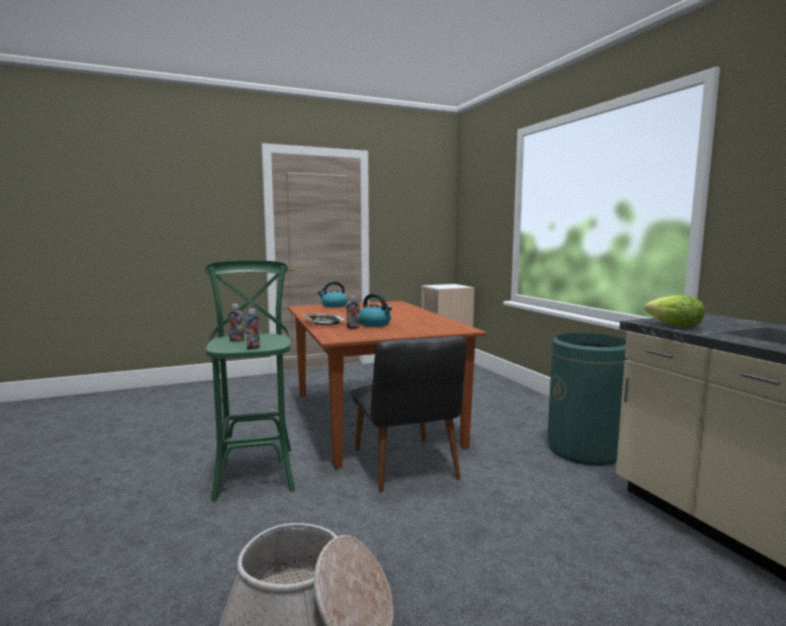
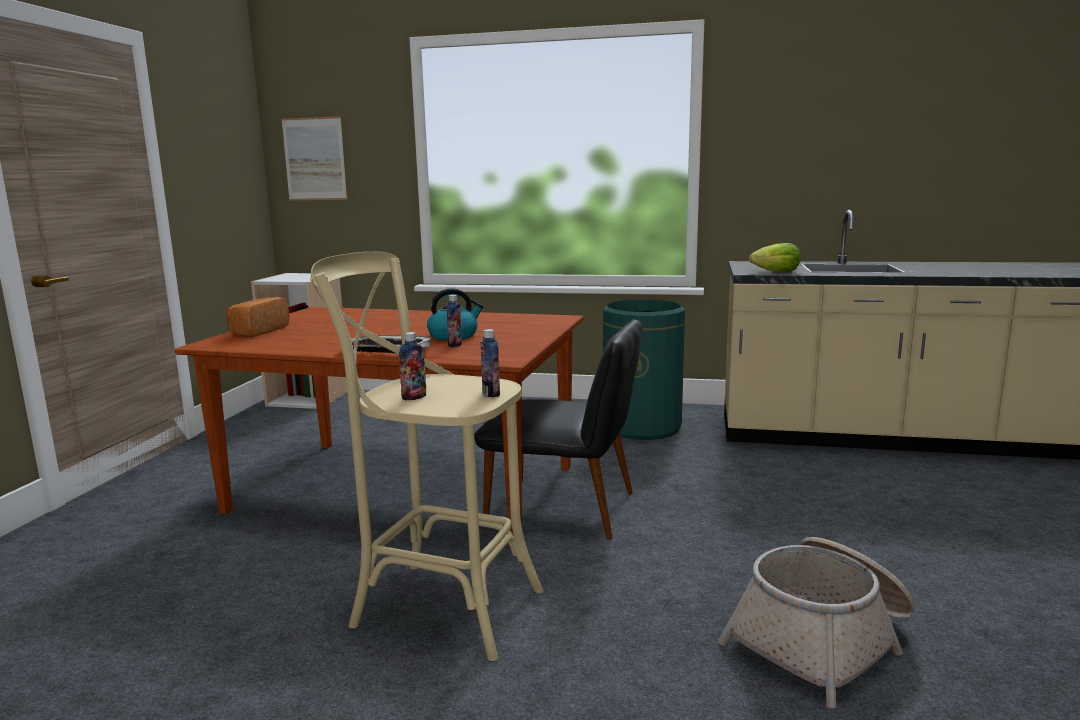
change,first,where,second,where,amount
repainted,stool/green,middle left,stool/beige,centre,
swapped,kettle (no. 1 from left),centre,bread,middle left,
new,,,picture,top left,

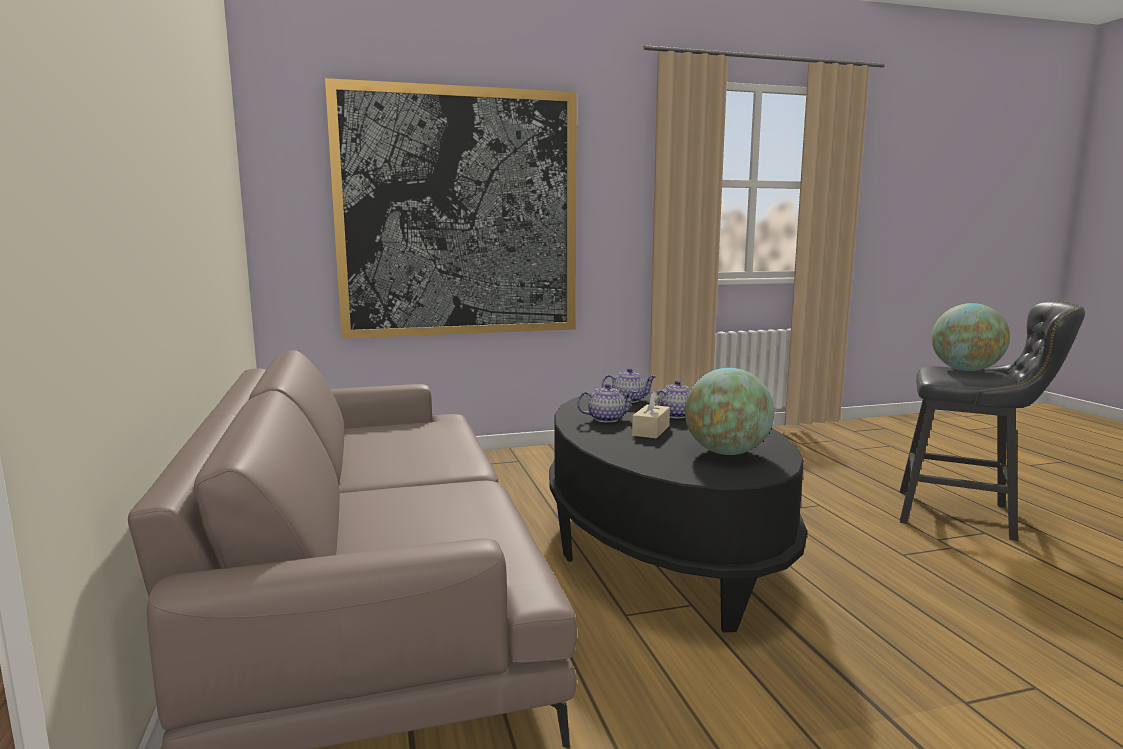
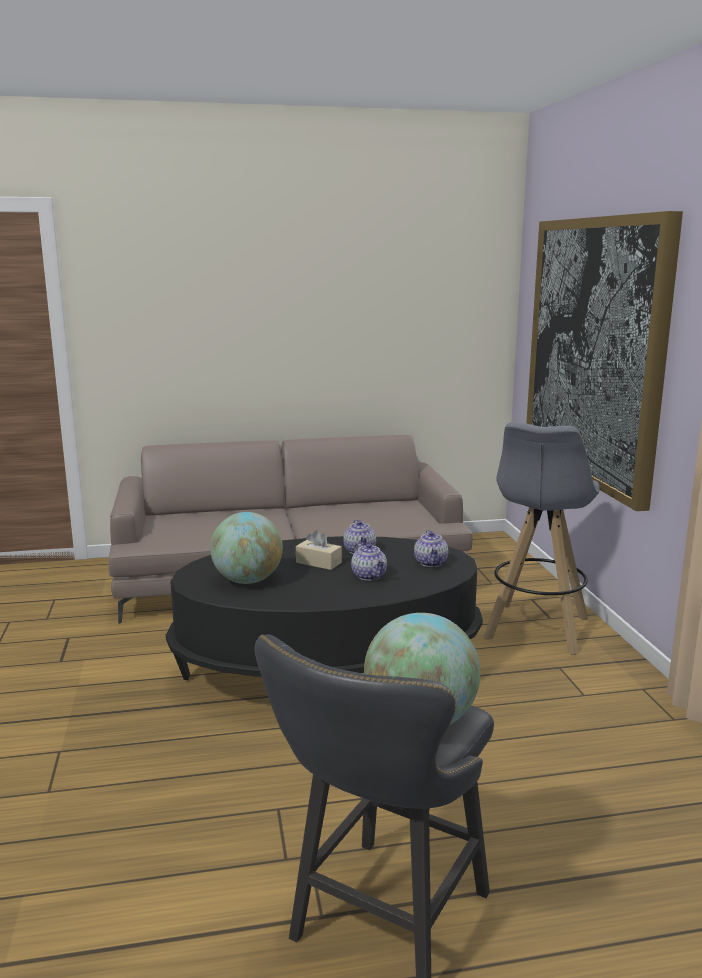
change,first,where,second,where,amount
new,,,stool/grey (no. 2 from left),middle right,

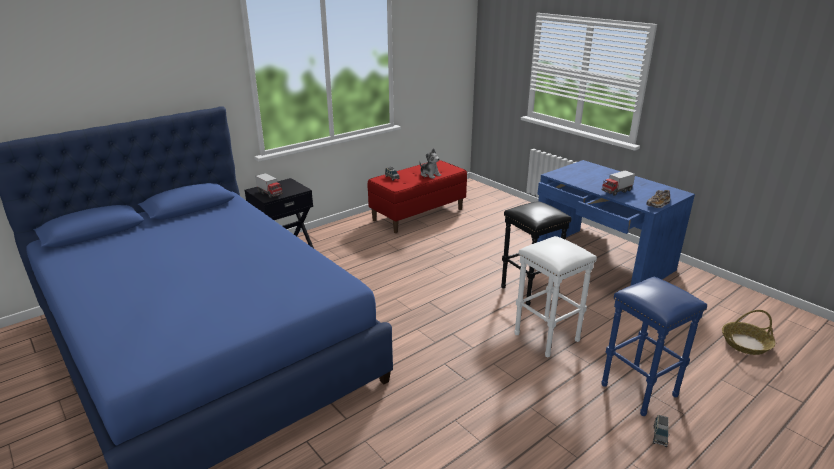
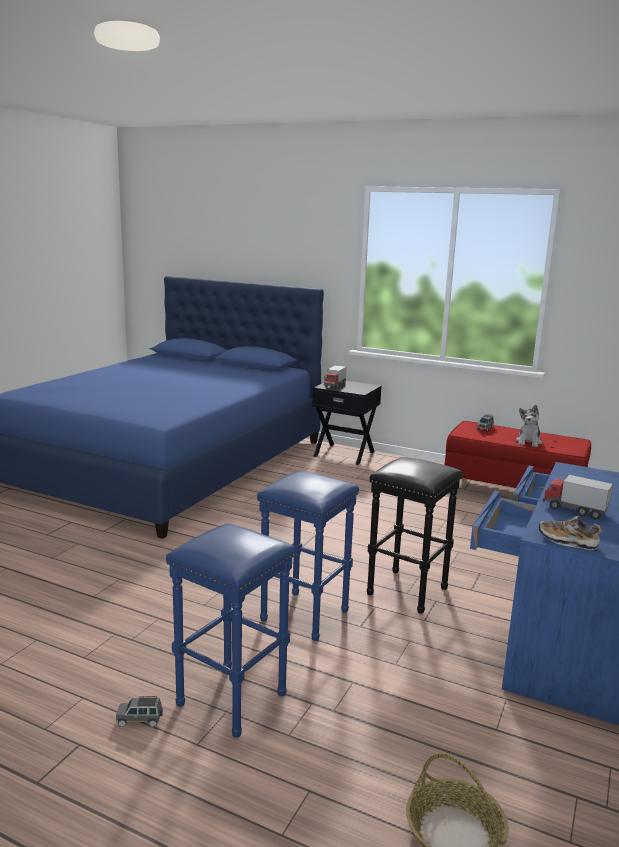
change,first,where,second,where,amount
repainted,stool/white,centre,stool/blue (no. 2 from left),centre,

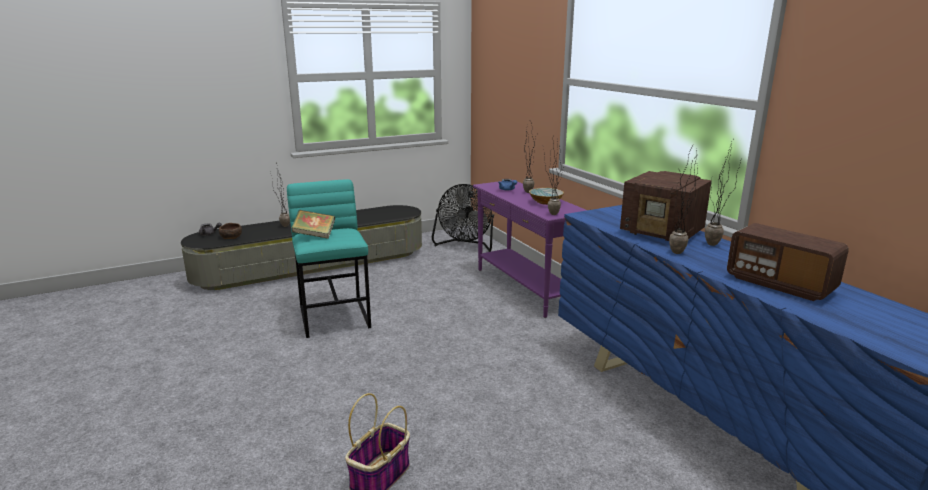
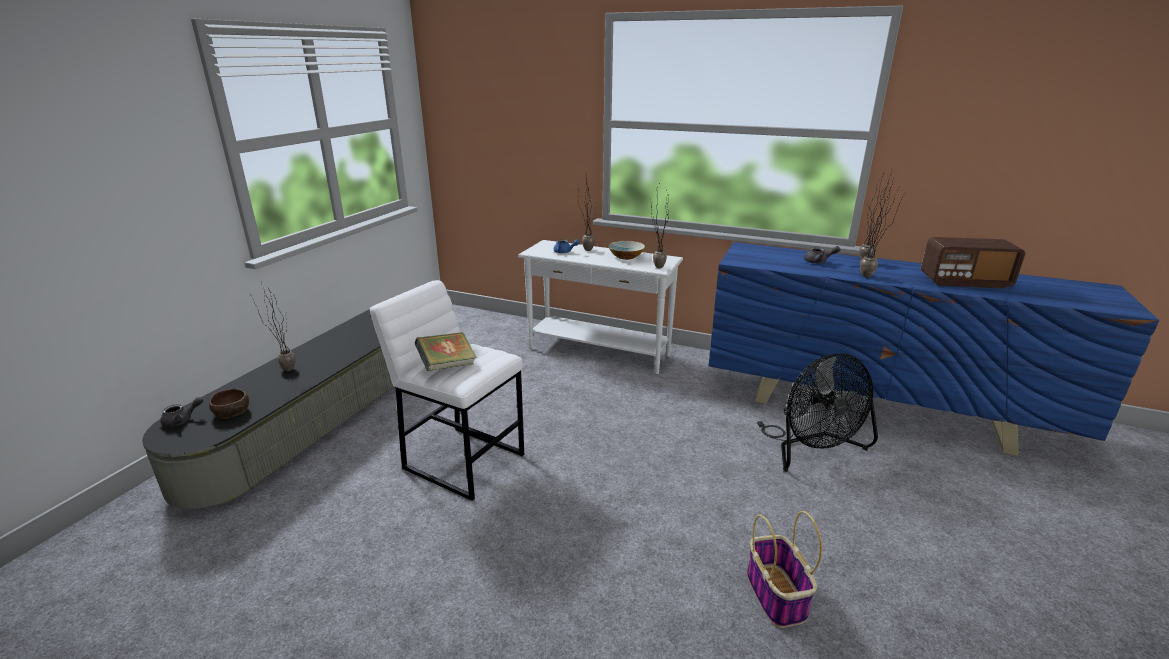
change,first,where,second,where,amount
swapped,radio (no. 1 from left),middle right,teapot/grey (no. 2 from left),middle right,
repainted,stool/turquoise,centre,stool/white,centre,
repainted,console table/purple,centre,console table/white,centre,
shifted,fan/black,centre,,middle right,

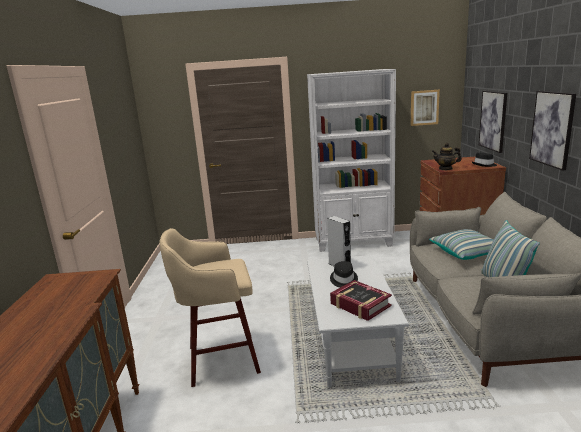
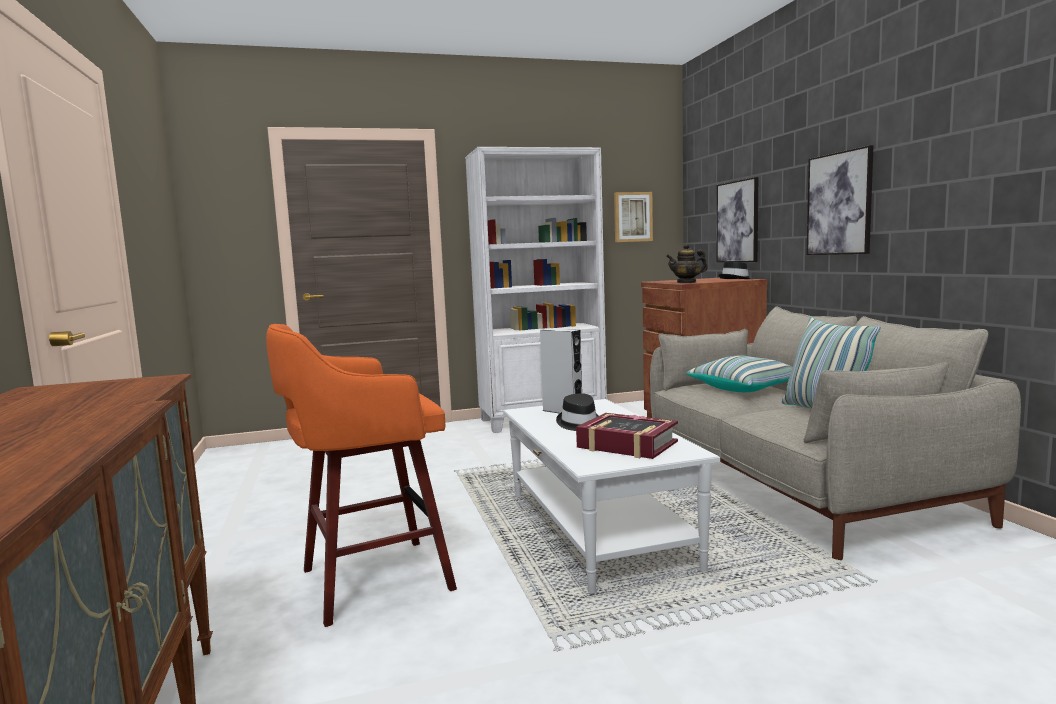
change,first,where,second,where,amount
repainted,stool/beige,bottom centre,stool/orange,bottom centre,

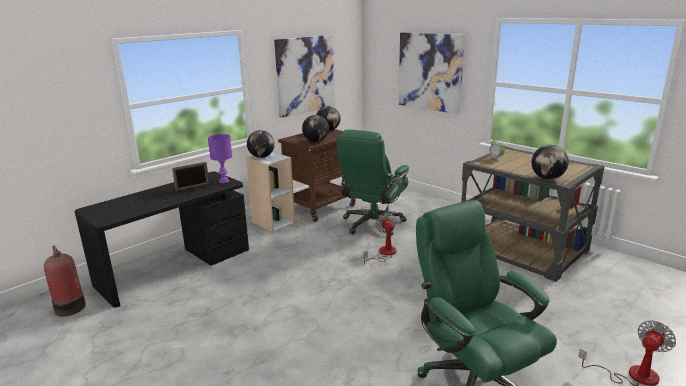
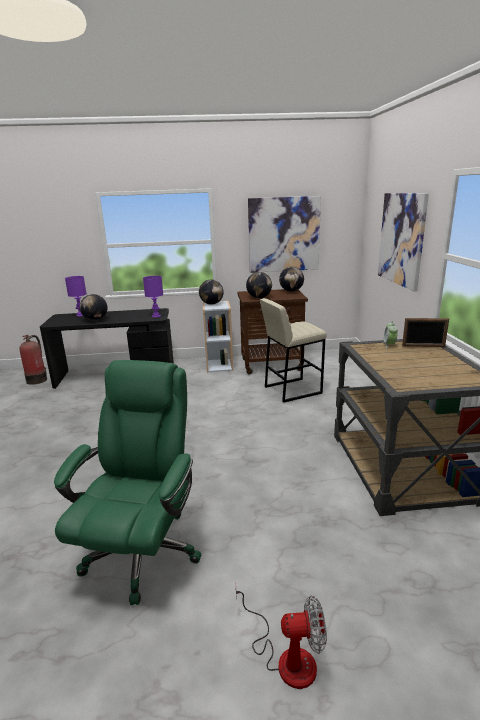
change,first,where,second,where,amount
swapped,office chair/green (no. 1 from left),centre,stool/beige,centre,
shifted,globe (no. 4 from left in the first image),middle right,globe (no. 1 from left),middle left,
shifted,picture frame,middle left,,middle right,
gone,fan (no. 1 from left),centre,,,
new,,,table lamp/purple (no. 1 from left),middle left,

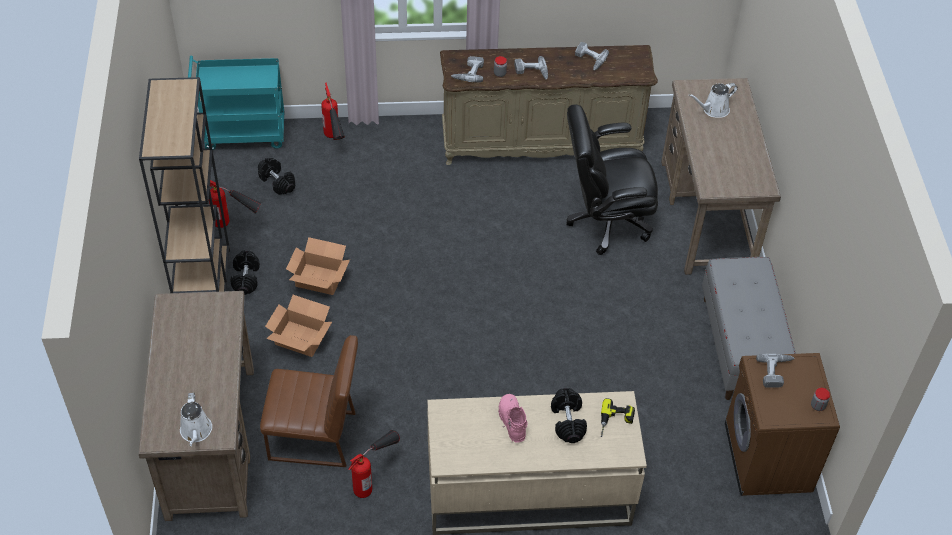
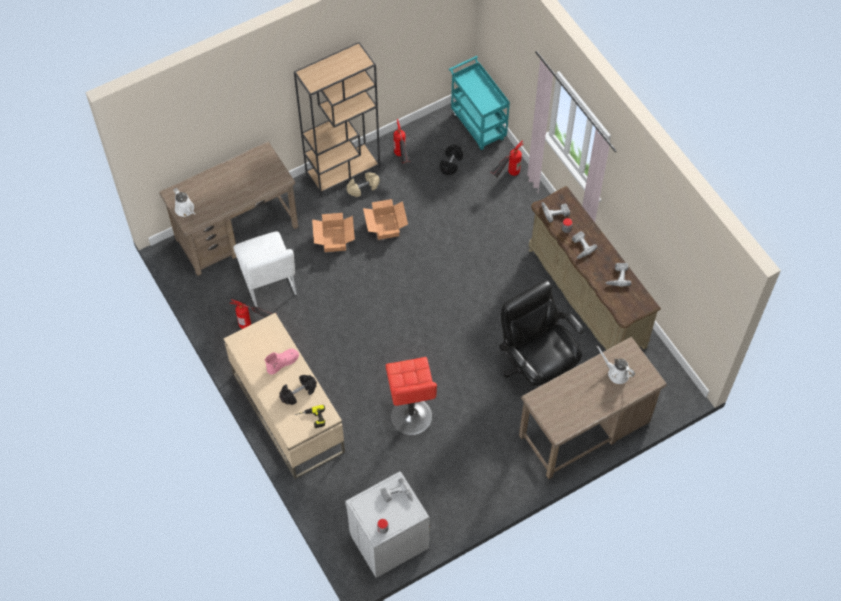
change,first,where,second,where,amount
repainted,dumbbell/black (no. 1 from left),middle left,dumbbell/beige,top centre,
gone,bench/grey,middle right,,,
repainted,chair/brown,bottom left,chair/white,middle left,
repainted,washing machine/brown,bottom right,washing machine/white,bottom centre,
rotated,watering can/white (no. 1 from left),bottom left,,middle left,90 degrees counterclockwise
new,,,stool/red,centre,

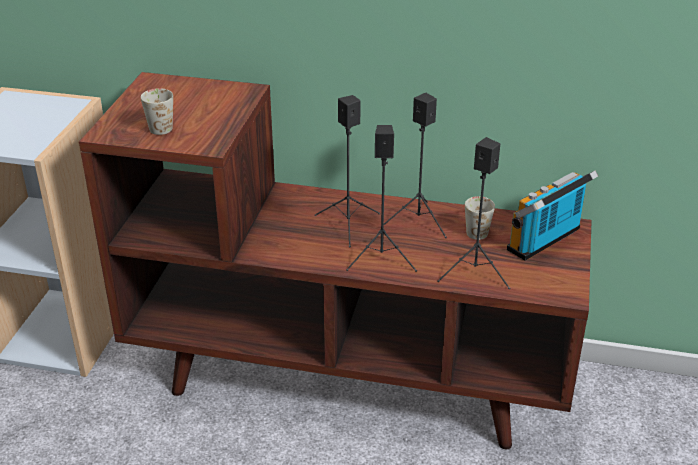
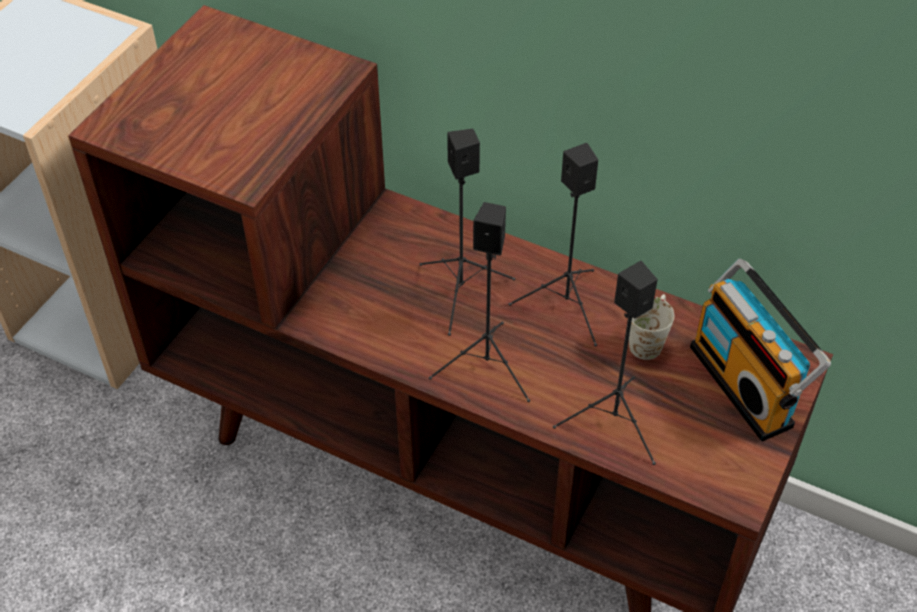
change,first,where,second,where,amount
gone,mug/white (no. 1 from left),top left,,,
rotated,radio,middle right,,middle right,90 degrees counterclockwise

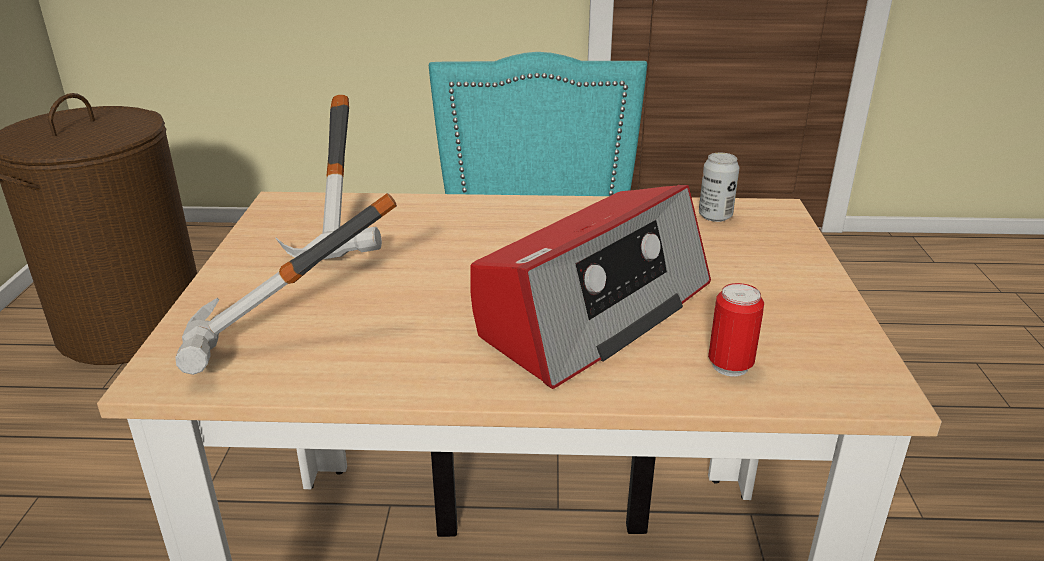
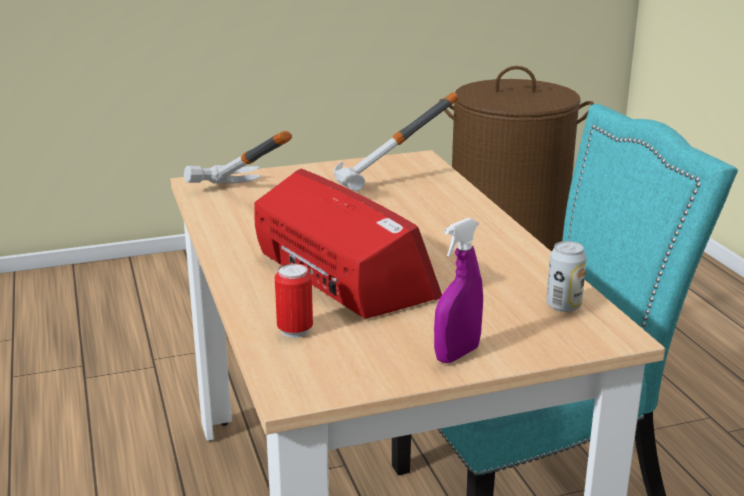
change,first,where,second,where,amount
rotated,radio,centre,,centre,150 degrees counterclockwise
new,,,spray bottle/purple,centre,

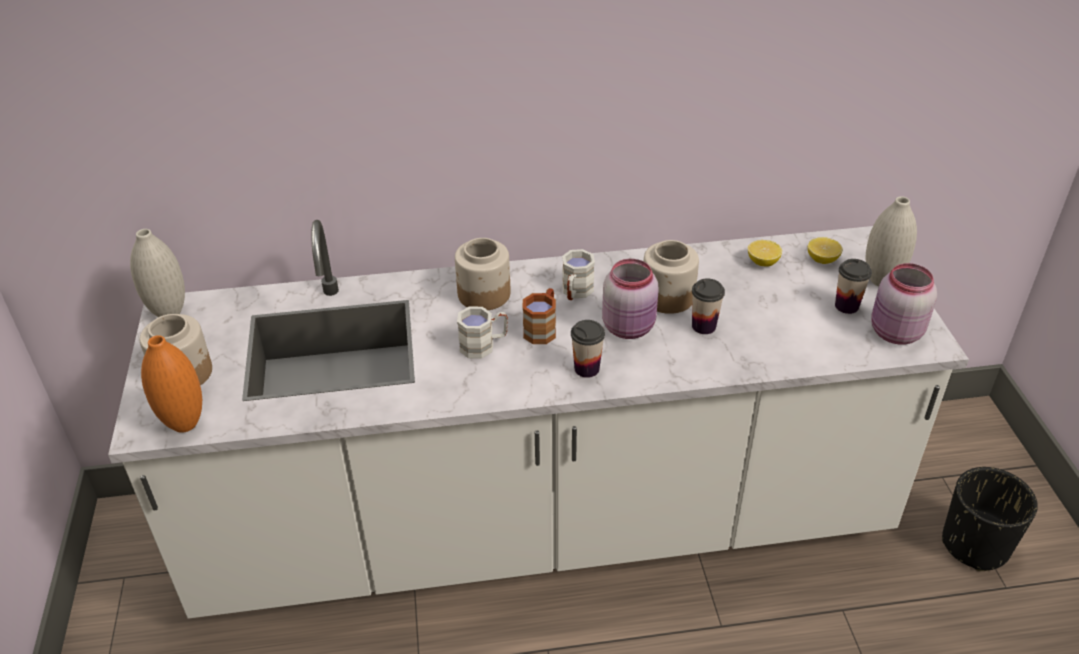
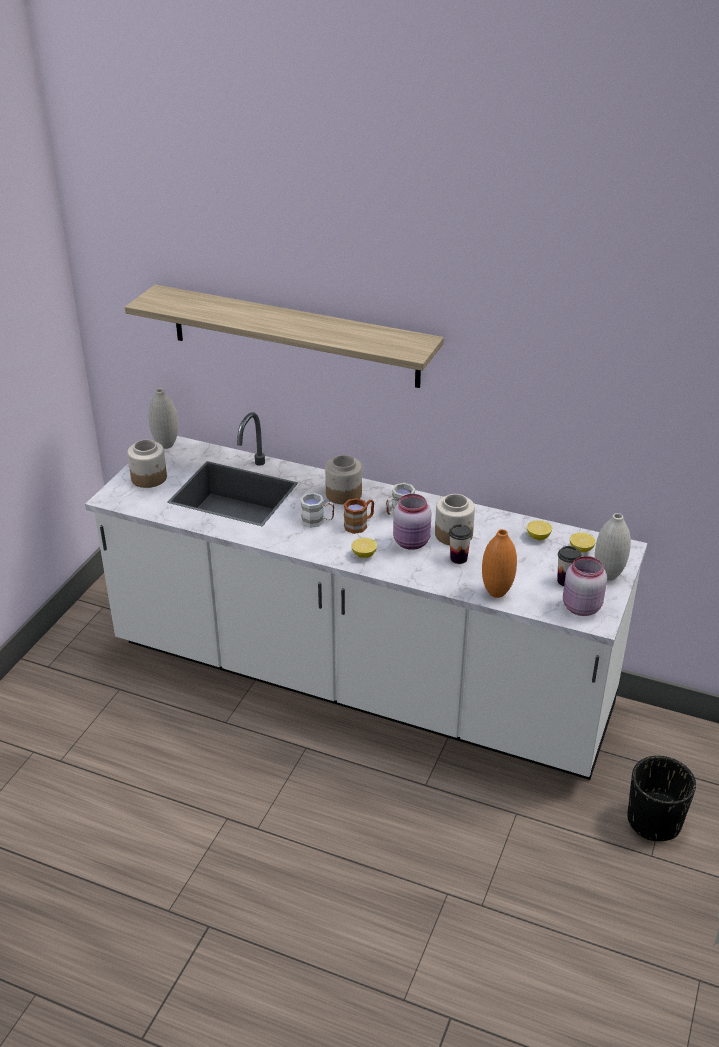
change,first,where,second,where,amount
swapped,cup (no. 1 from left),centre,lemon (no. 1 from left),centre,
shifted,vase/orange,middle left,,middle right,
new,,,shelf,top centre,

